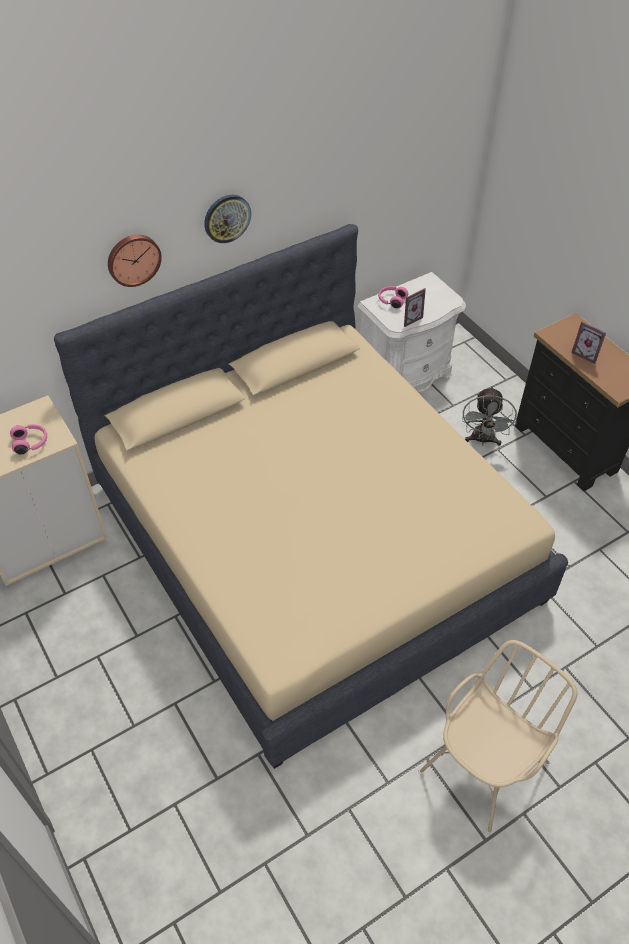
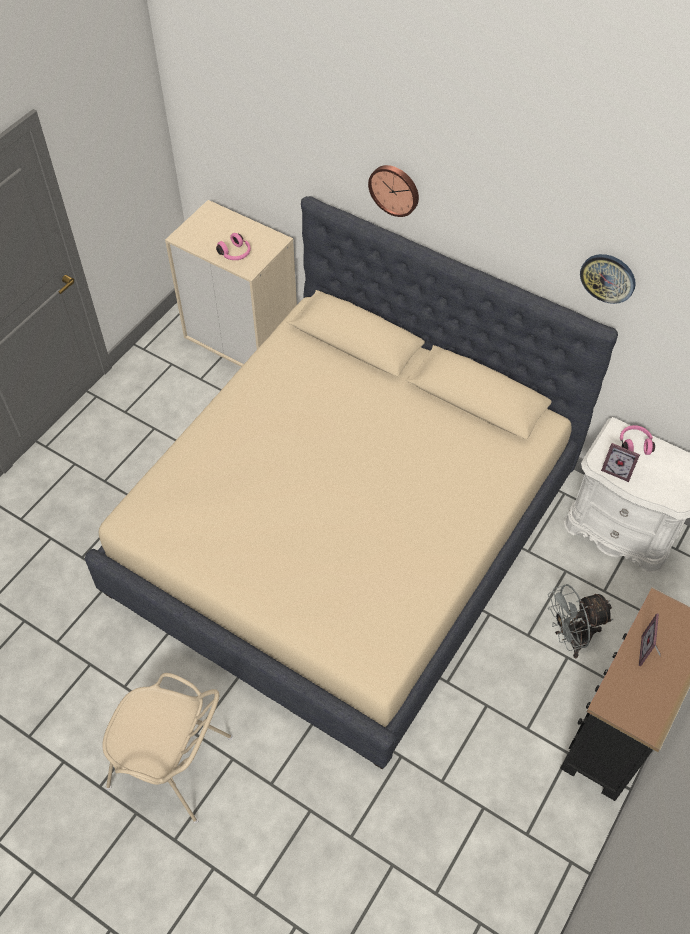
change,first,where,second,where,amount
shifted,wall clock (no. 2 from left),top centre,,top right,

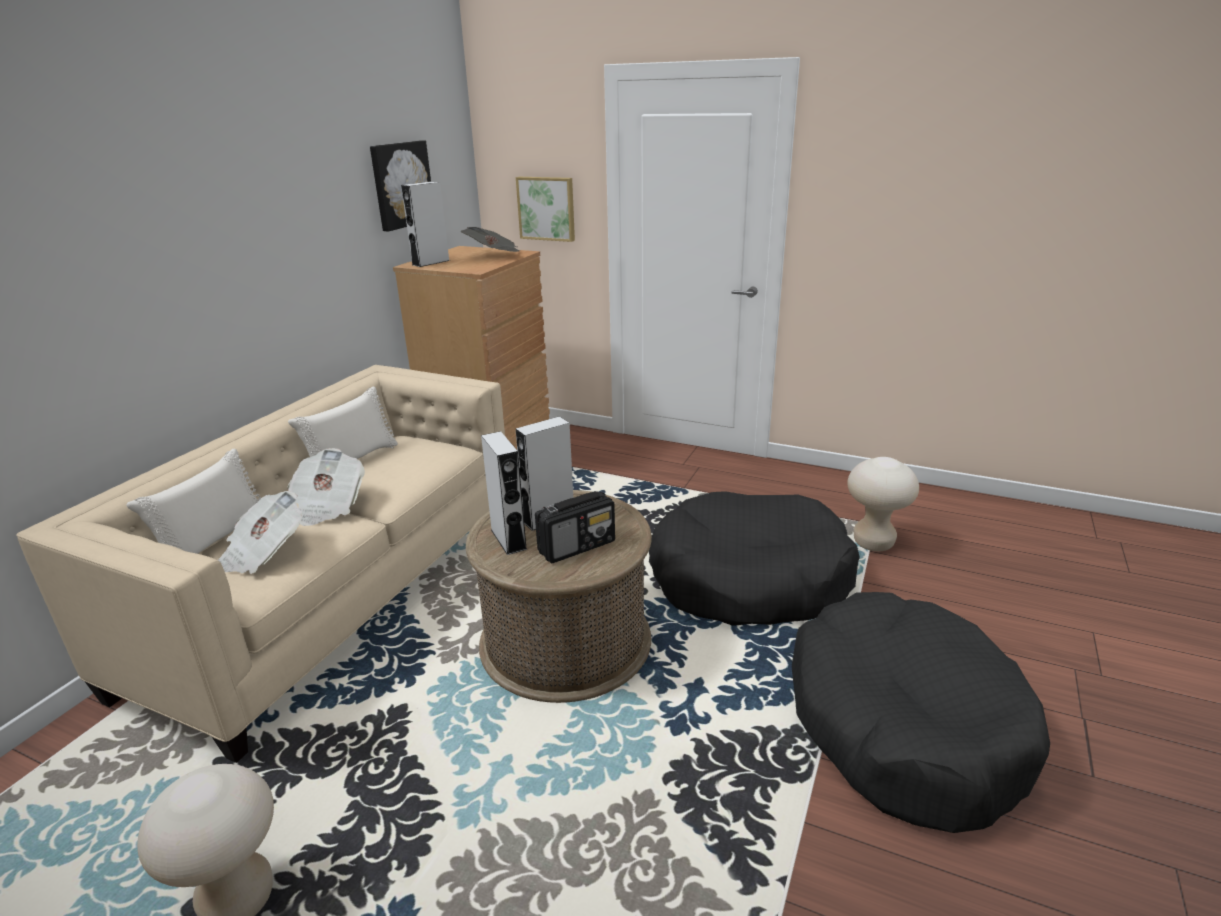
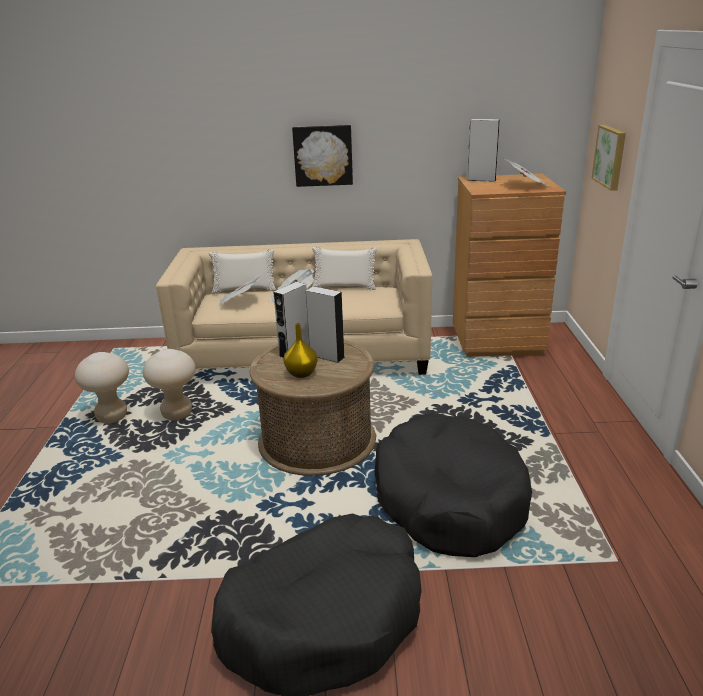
change,first,where,second,where,amount
shifted,picture (no. 1 from left),top left,,top centre,
shifted,stool/beige (no. 2 from left),middle right,,middle left,
swapped,radio,centre,vase/yellow,centre,

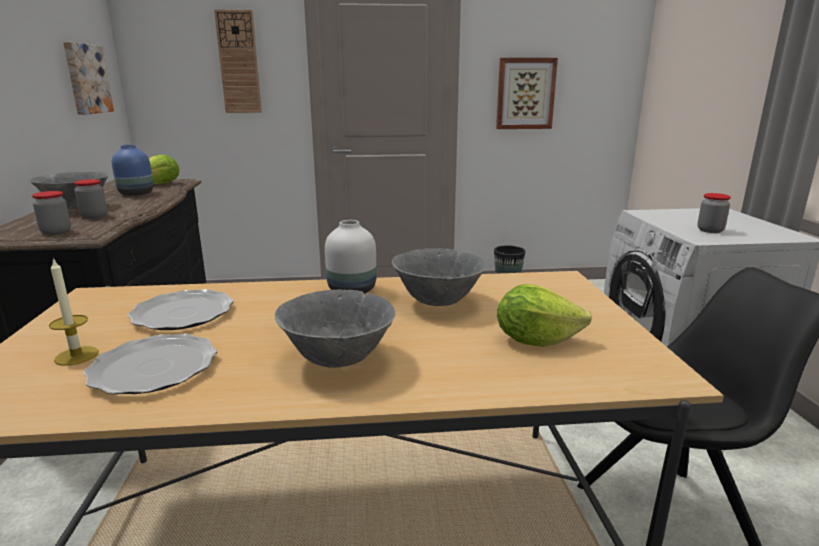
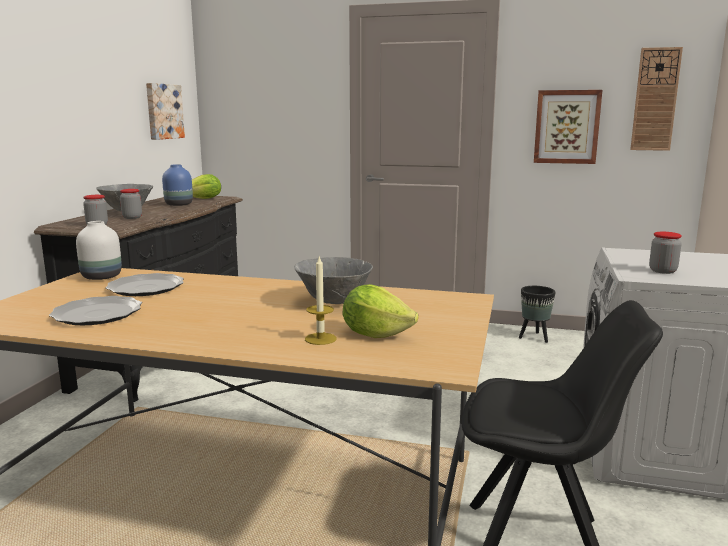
change,first,where,second,where,amount
shifted,wall clock,top left,,top right,
shifted,vase/white,centre,,middle left,
shifted,candle,middle left,,centre,
gone,bowl/grey (no. 2 from left),centre,,,

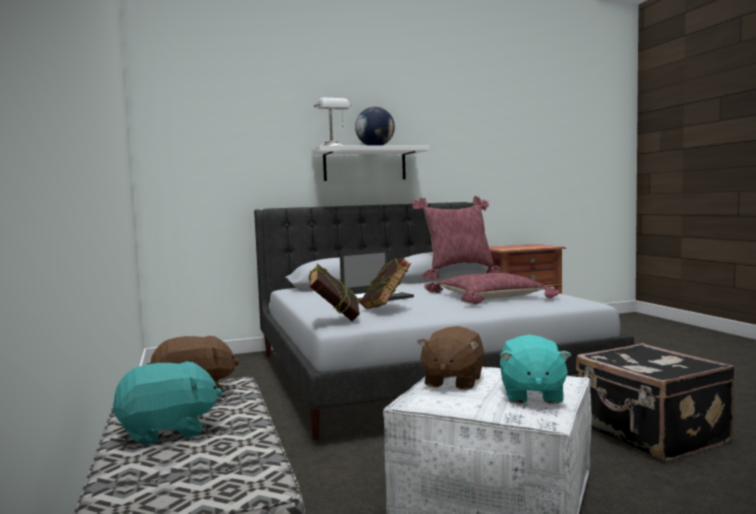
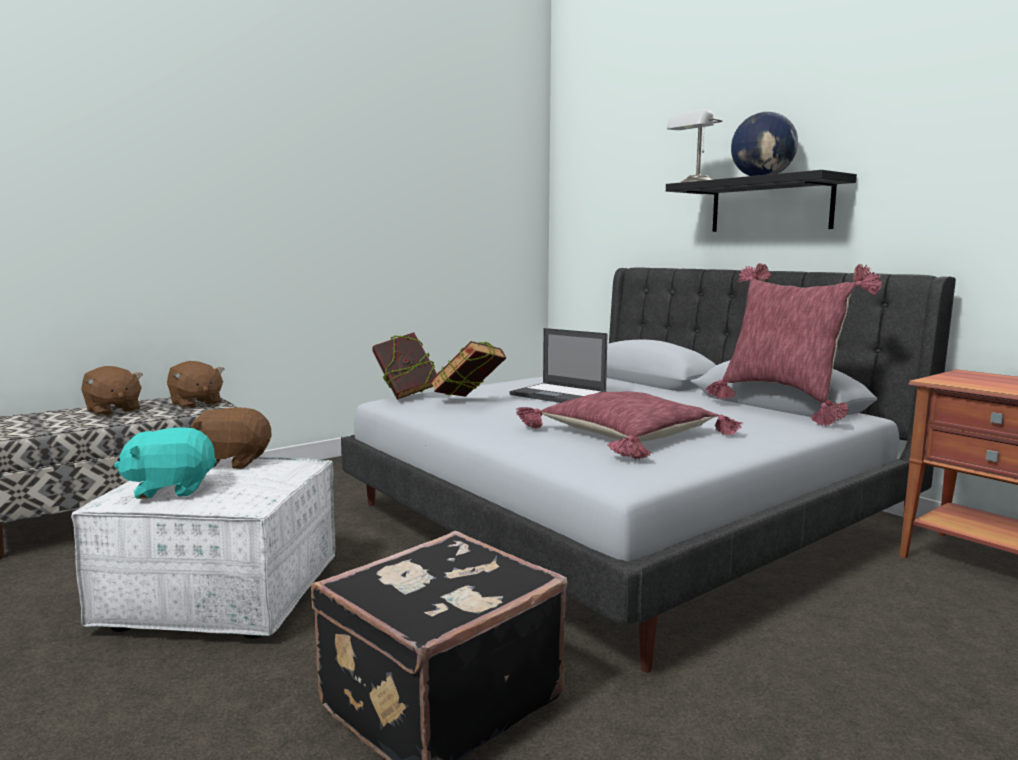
change,first,where,second,where,amount
repainted,shelf/white,top centre,shelf/black,top right,
repainted,plush toy/turquoise (no. 1 from left),bottom left,plush toy/brown (no. 1 from left),middle left,

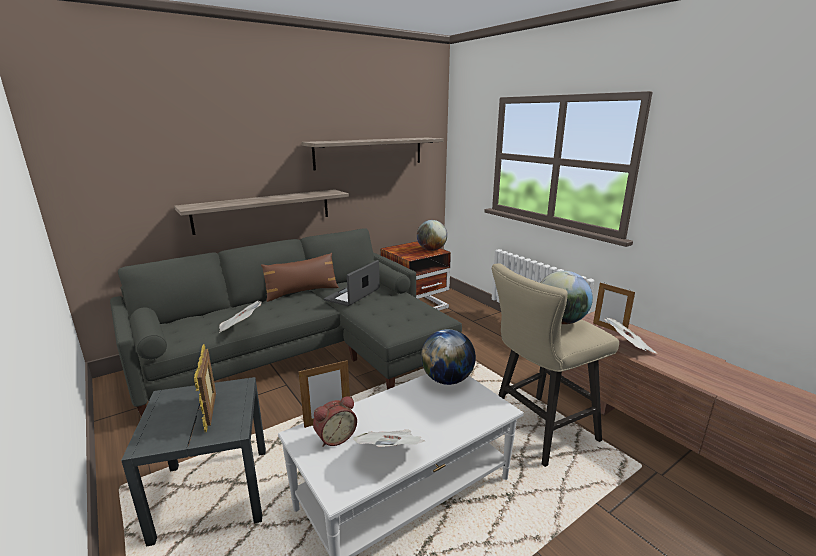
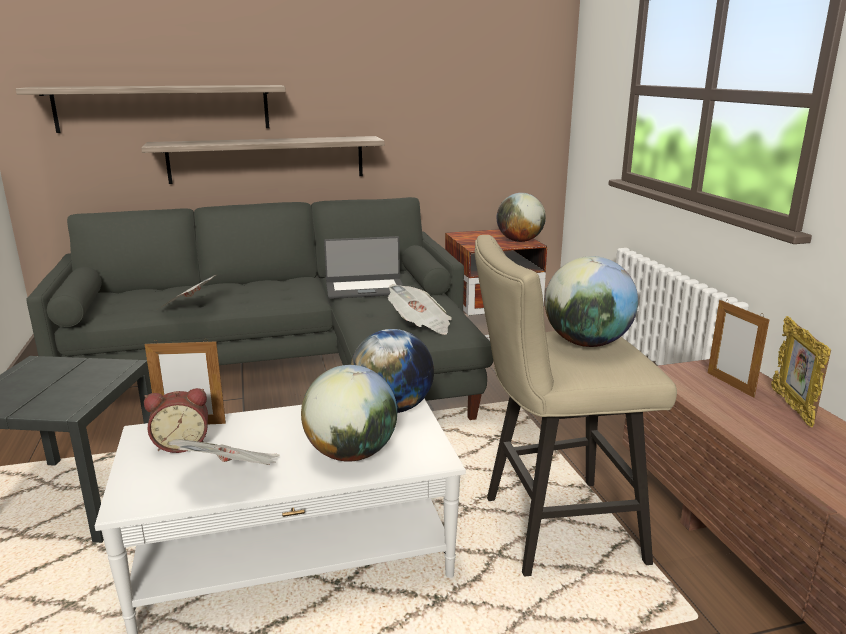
change,first,where,second,where,amount
shifted,shelf (no. 2 from left in the first image),top centre,shelf (no. 1 from left),top left,
gone,pillow/brown,centre,,,
rotated,laptop,centre,,centre,150 degrees counterclockwise
shifted,newspaper (no. 3 from left),middle right,,centre,
shifted,picture frame (no. 1 from left in the first image),bottom left,picture frame (no. 3 from left),middle right,
new,,,globe (no. 1 from left),centre,

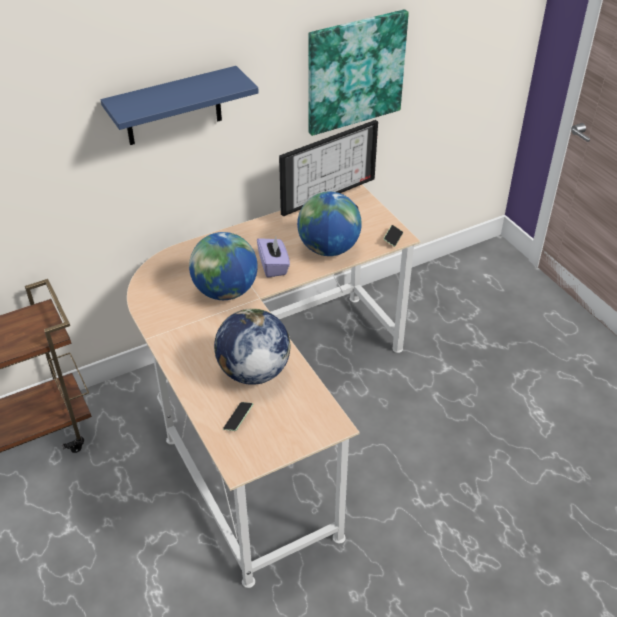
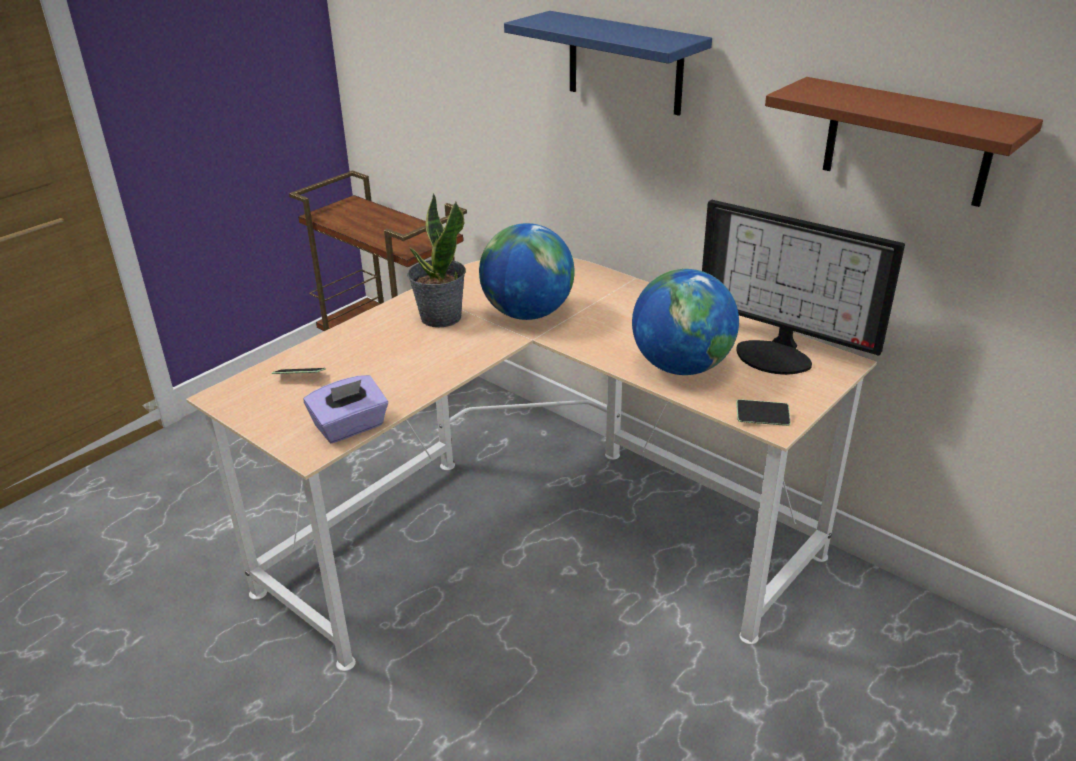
change,first,where,second,where,amount
swapped,picture,top centre,shelf/brown,top right,
shifted,tissue box/purple,centre,,middle left,
gone,globe (no. 2 from left),centre,,,
new,,,potted plant,centre,

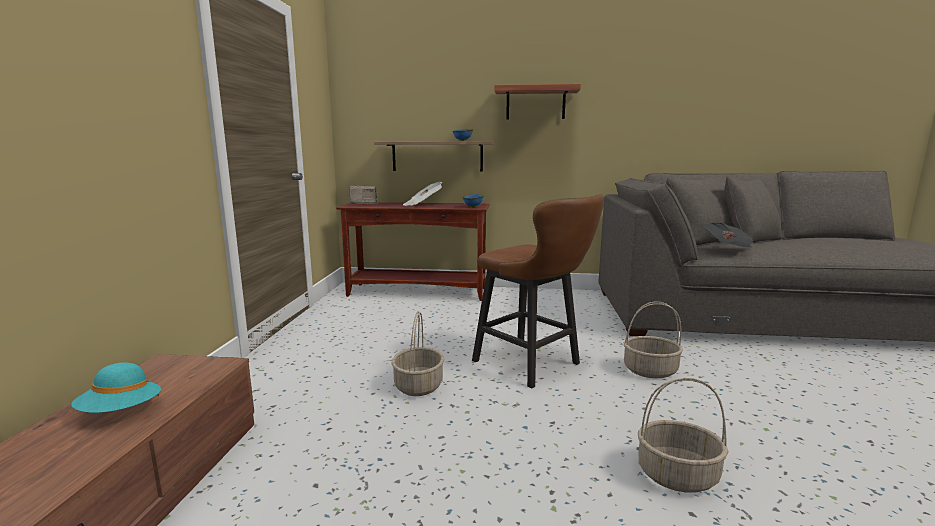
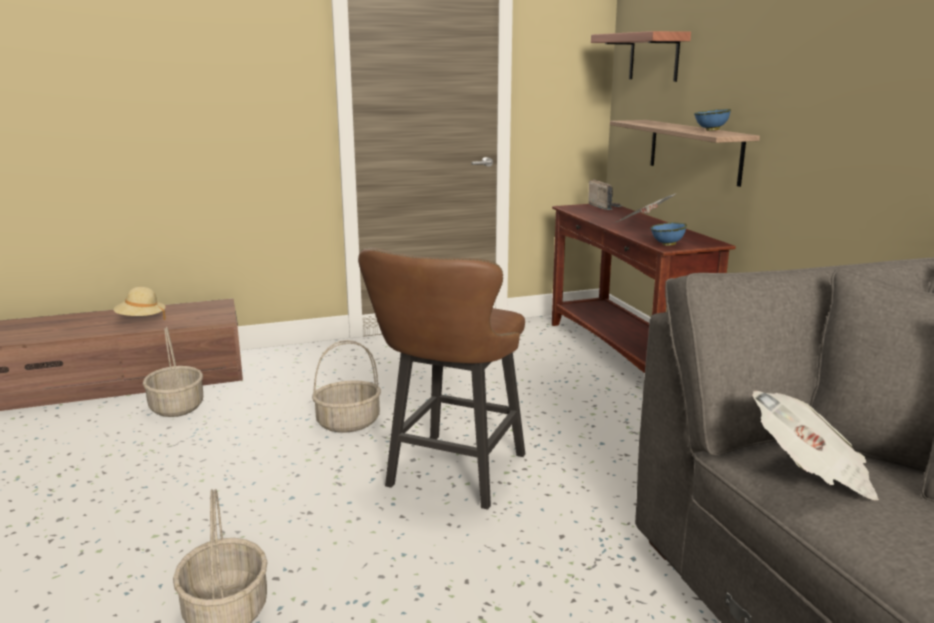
change,first,where,second,where,amount
shifted,shelf (no. 2 from left in the first image),top centre,shelf (no. 1 from left),top right,
shifted,basket (no. 2 from left in the first image),middle right,basket (no. 1 from left),middle left,
repainted,hat/turquoise,bottom left,hat/beige,middle left,

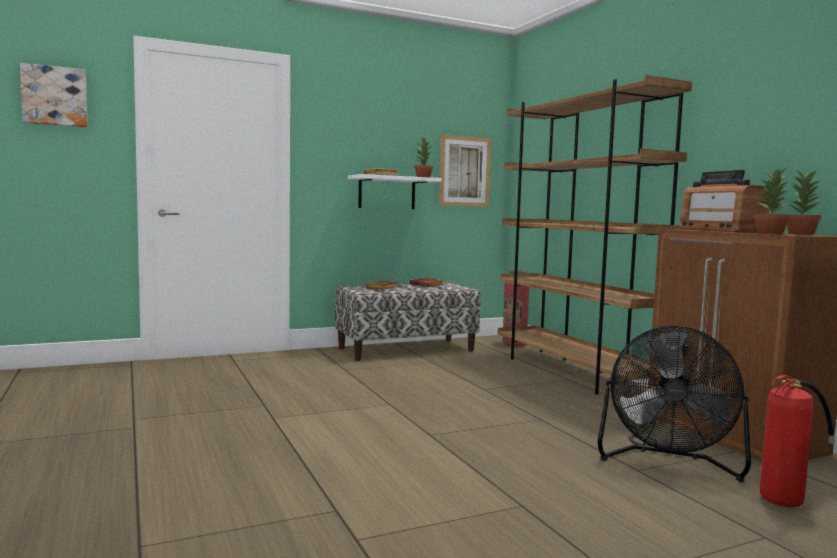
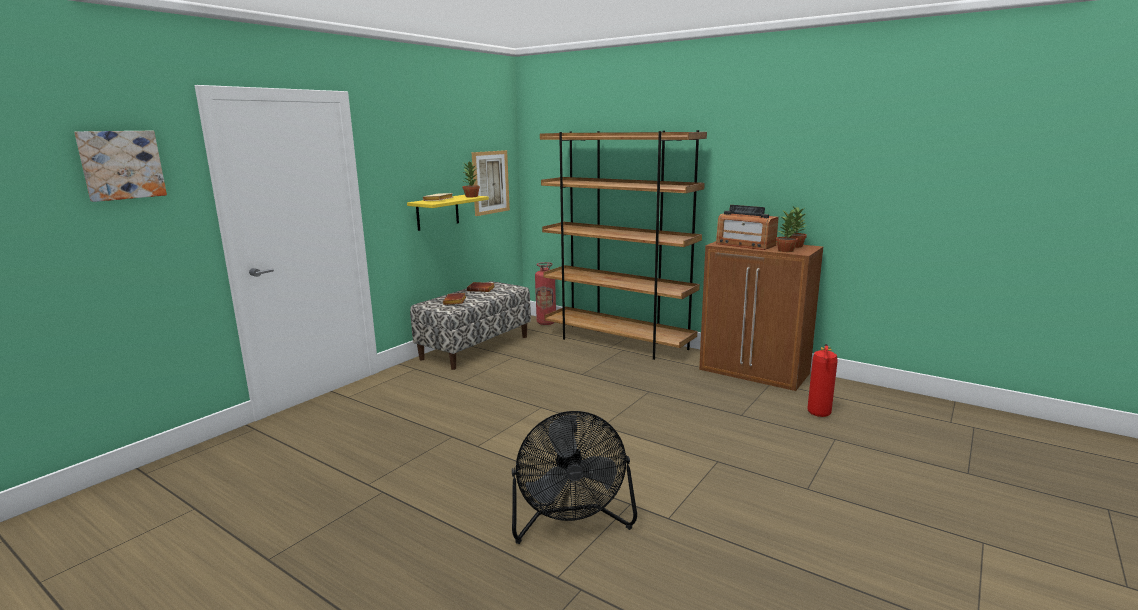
change,first,where,second,where,amount
repainted,shelf/white,centre,shelf/yellow,centre,
shifted,fan/black,bottom right,,bottom centre,

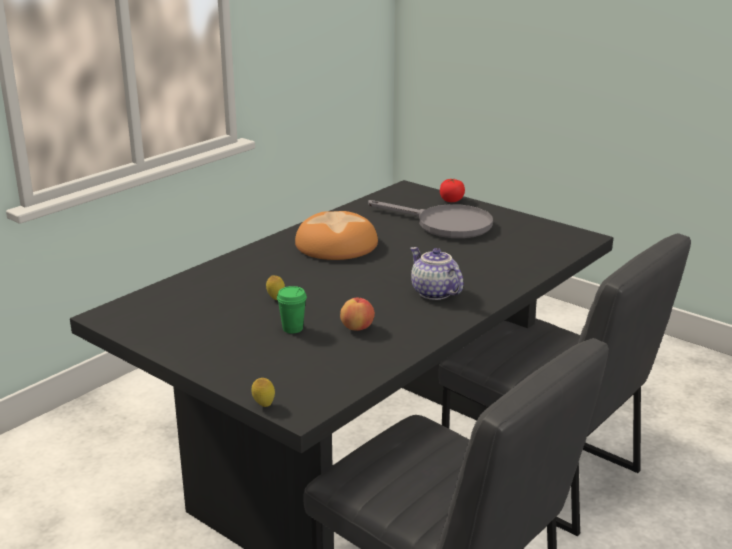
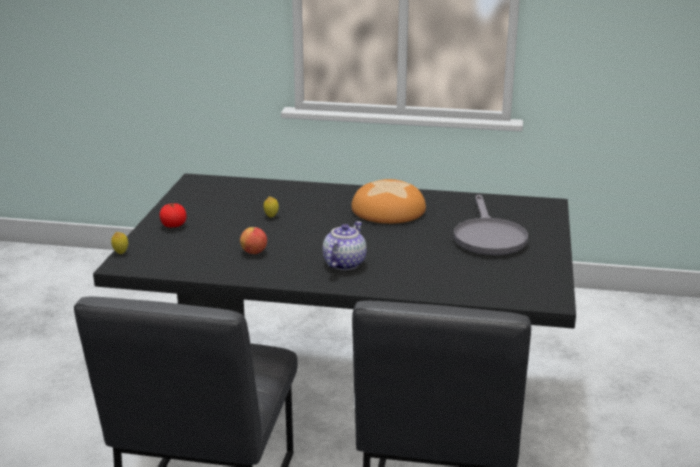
change,first,where,second,where,amount
shifted,tomato,centre,,middle left,
gone,cup/green,centre,,,

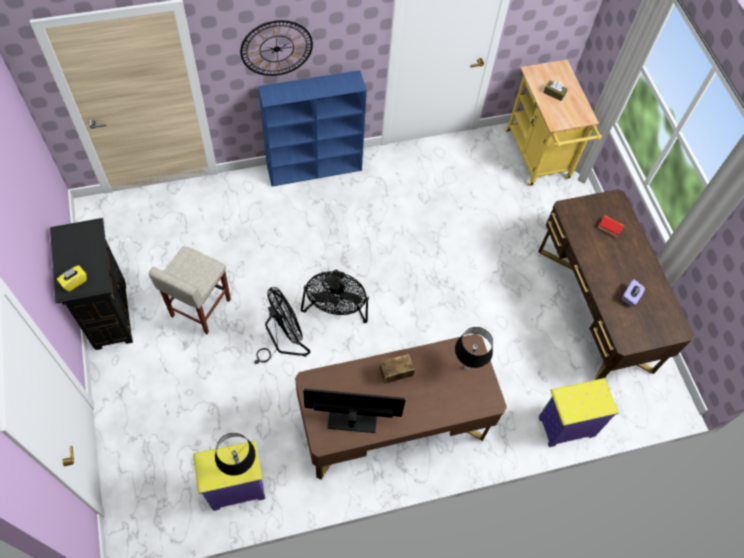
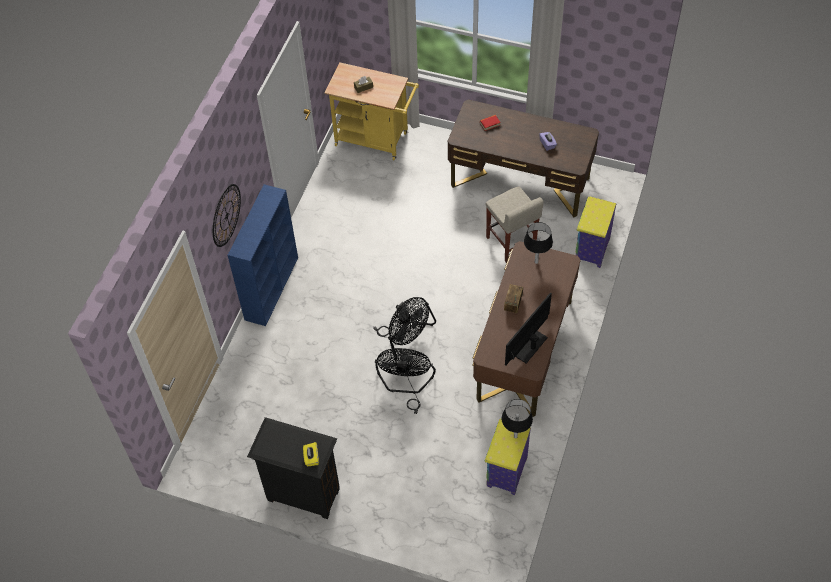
change,first,where,second,where,amount
shifted,stool/beige,middle left,,centre,

